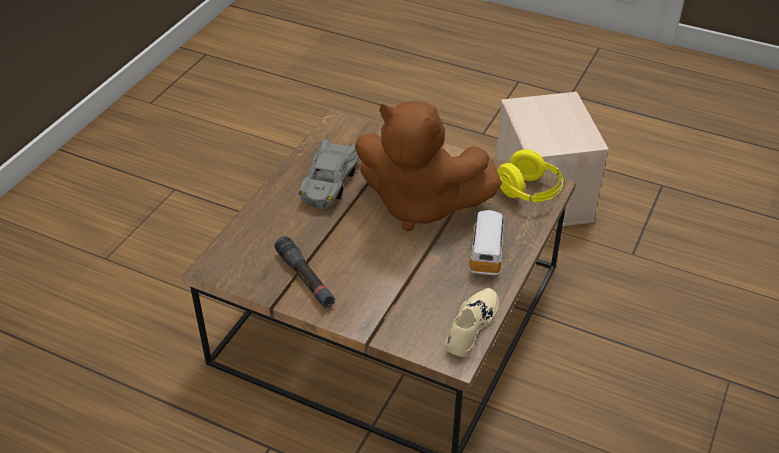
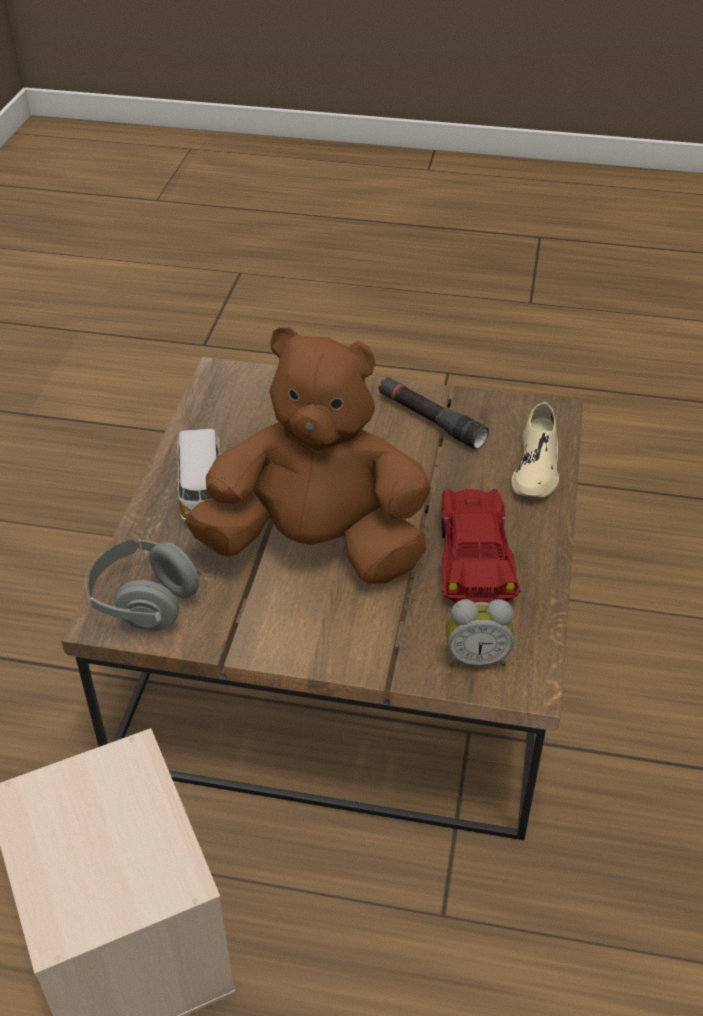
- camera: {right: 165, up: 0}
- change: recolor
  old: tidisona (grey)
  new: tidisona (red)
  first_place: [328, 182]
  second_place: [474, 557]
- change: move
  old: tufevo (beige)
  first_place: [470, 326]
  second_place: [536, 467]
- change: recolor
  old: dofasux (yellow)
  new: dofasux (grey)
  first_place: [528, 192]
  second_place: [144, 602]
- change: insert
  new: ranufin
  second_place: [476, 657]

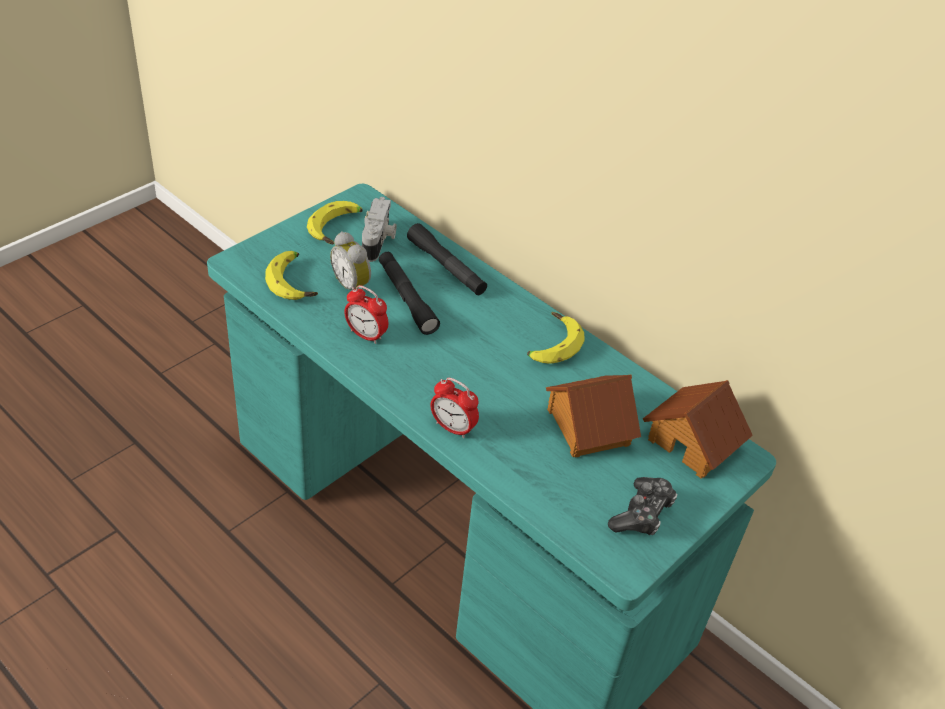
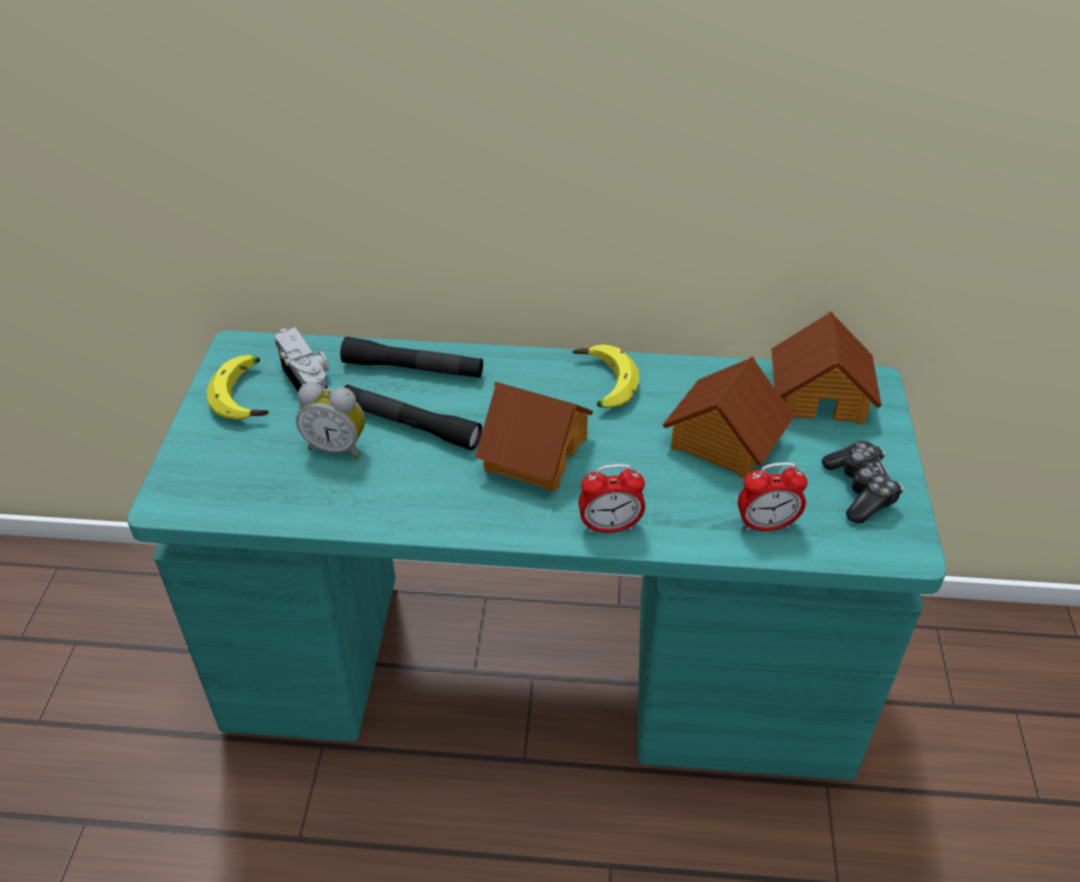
- camera: {right: -35, up: 0}
- change: delete
  old: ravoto
  first_place: [295, 282]
- change: move
  old: ranufin
  first_place: [366, 335]
  second_place: [766, 525]
- change: insert
  new: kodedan
  second_place: [534, 453]

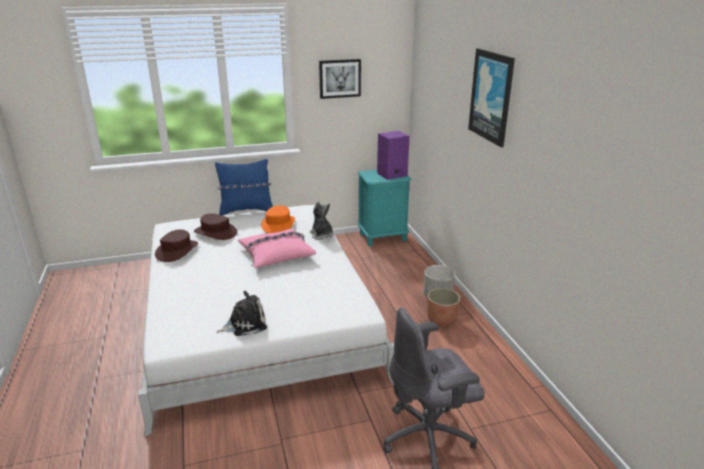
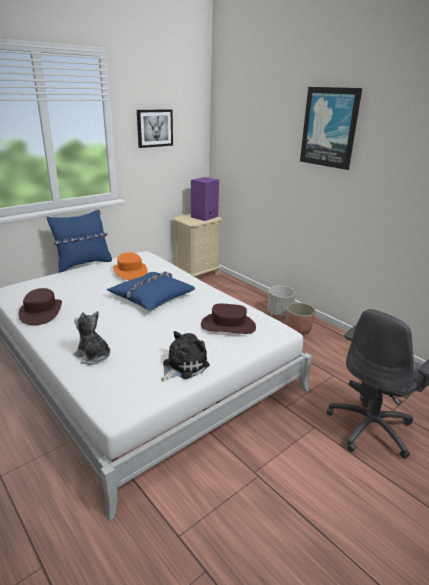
- camera: {right: -25, up: 0}
- change: move
  old: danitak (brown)
  first_place: [216, 232]
  second_place: [228, 325]
- change: recolor
  old: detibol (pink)
  new: detibol (blue)
  first_place: [276, 254]
  second_place: [151, 296]
- change: move
  old: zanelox
  first_place: [322, 235]
  second_place: [93, 356]
- change: recolor
  old: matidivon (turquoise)
  new: matidivon (beige)
  first_place: [383, 237]
  second_place: [197, 275]

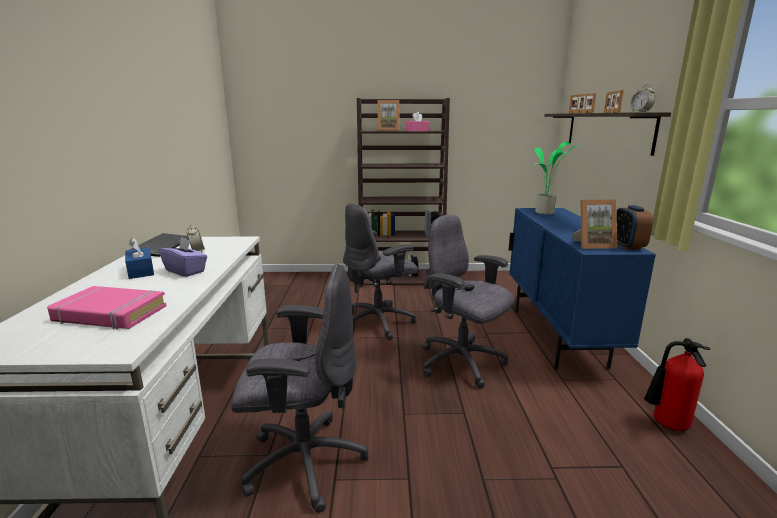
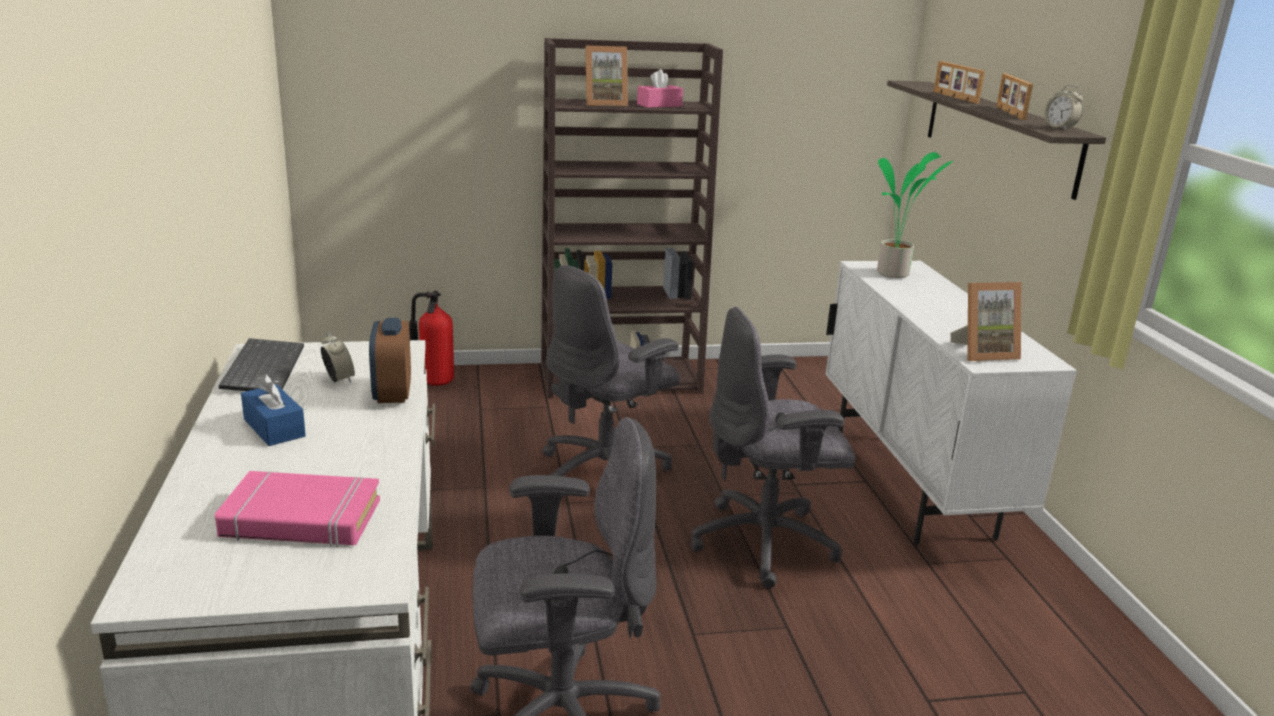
- camera: {right: -10, up: 5}
- change: delete
  old: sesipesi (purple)
  first_place: [186, 271]
- change: rotate
  old: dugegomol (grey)
  first_place: [462, 363]
  second_place: [766, 543]
  degrees: -45
- change: recolor
  old: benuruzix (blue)
  new: benuruzix (white)
  first_place: [557, 337]
  second_place: [910, 487]
- change: move
  old: ranufin
  first_place: [627, 246]
  second_place: [392, 394]
- change: move
  old: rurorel
  first_place: [666, 425]
  second_place: [432, 383]

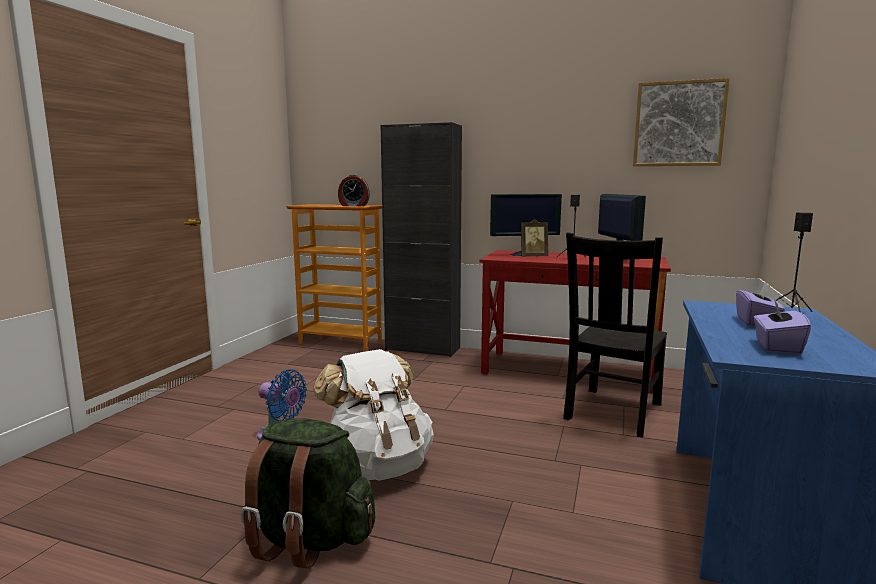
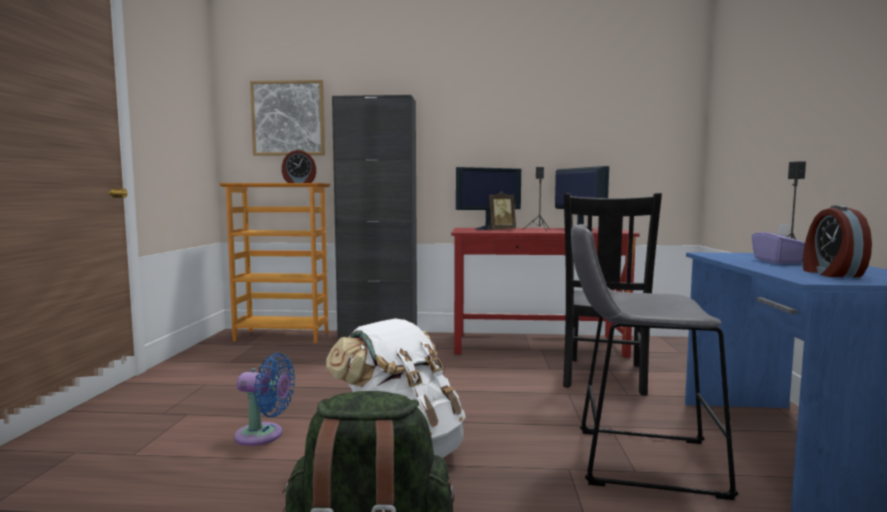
- camera: {right: -15, up: -5}
- change: move
  old: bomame
  first_place: [678, 124]
  second_place: [288, 118]
- change: replace
  old: sesipesi (purple)
  new: ranufin
  first_place: [776, 347]
  second_place: [830, 273]
- change: insert
  new: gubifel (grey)
  second_place: [638, 460]

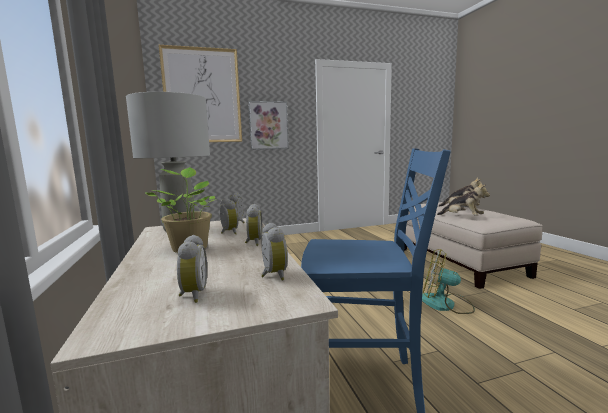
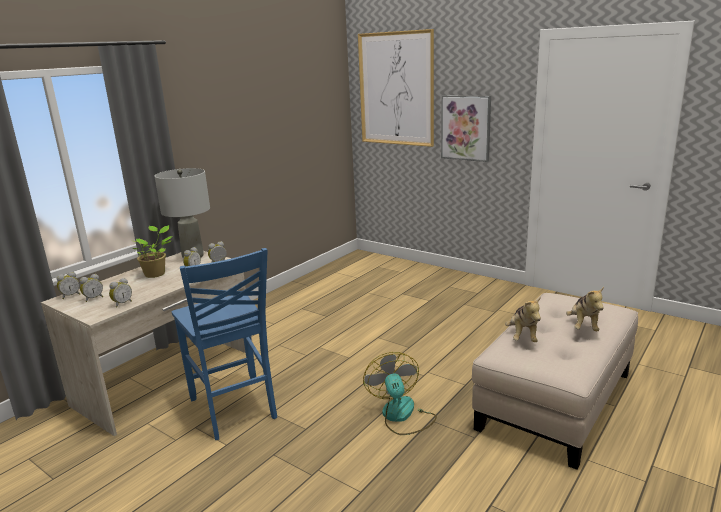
- camera: {right: 55, up: 10}
- change: move
  old: ranufin
  first_place: [253, 242]
  second_place: [70, 296]

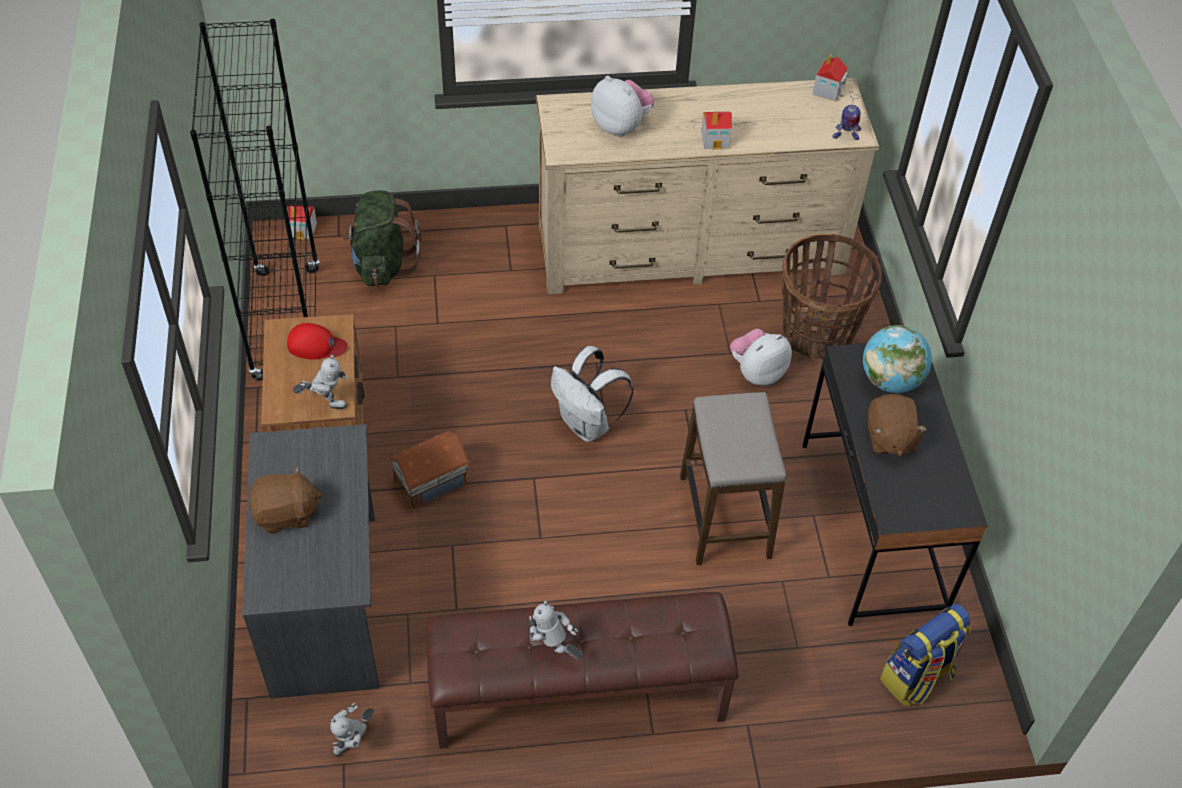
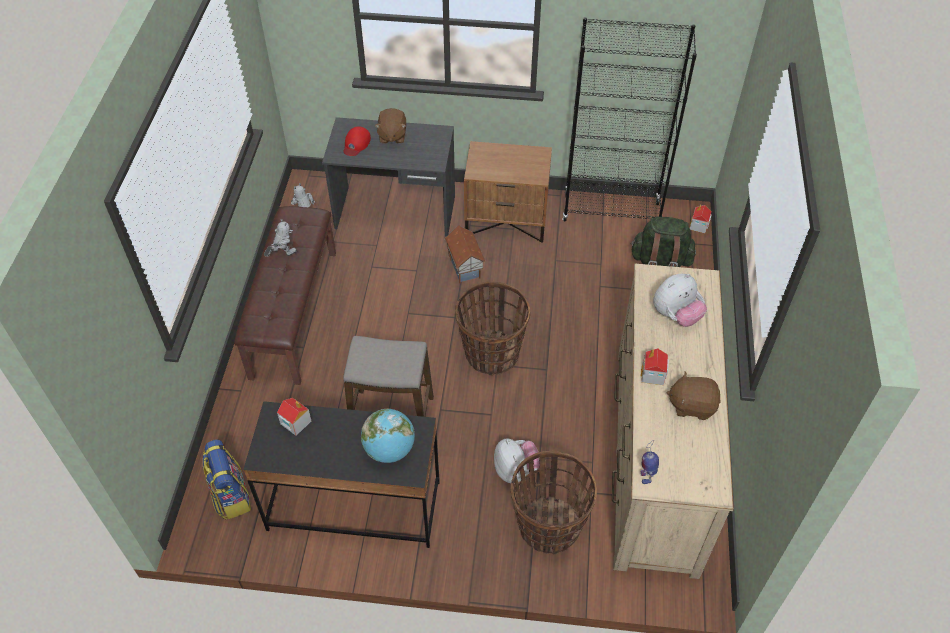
- camera: {right: 105, up: 0}
- change: move
  old: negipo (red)
  first_place: [316, 345]
  second_place: [356, 143]
- change: delete
  old: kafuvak
  first_place: [326, 402]
- change: replace
  old: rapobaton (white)
  new: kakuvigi
  first_place: [587, 424]
  second_place: [491, 354]
- change: move
  old: kodedan
  first_place: [828, 91]
  second_place: [295, 422]
- change: move
  old: zanelox (brown)
  first_place: [889, 438]
  second_place: [692, 405]

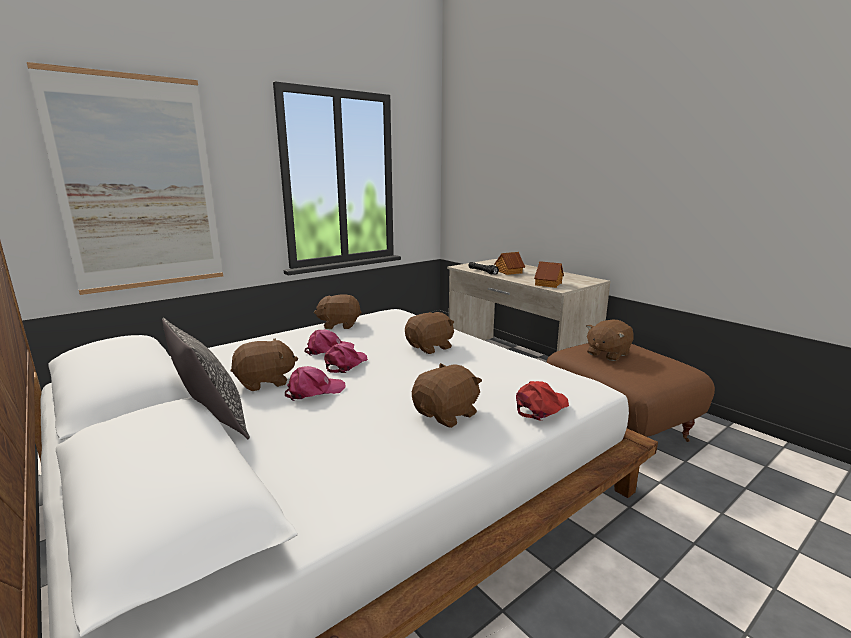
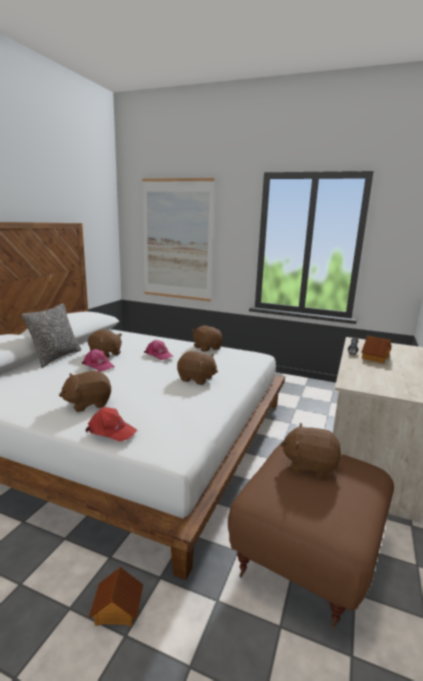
- camera: {right: 60, up: 0}
- change: delete
  old: negipo (pink)
  first_place: [345, 364]
- change: rotate
  old: zanelox (brown)
  first_place: [447, 414]
  second_place: [88, 403]
  degrees: 135
- change: move
  old: kodedan
  first_place: [549, 284]
  second_place: [117, 609]

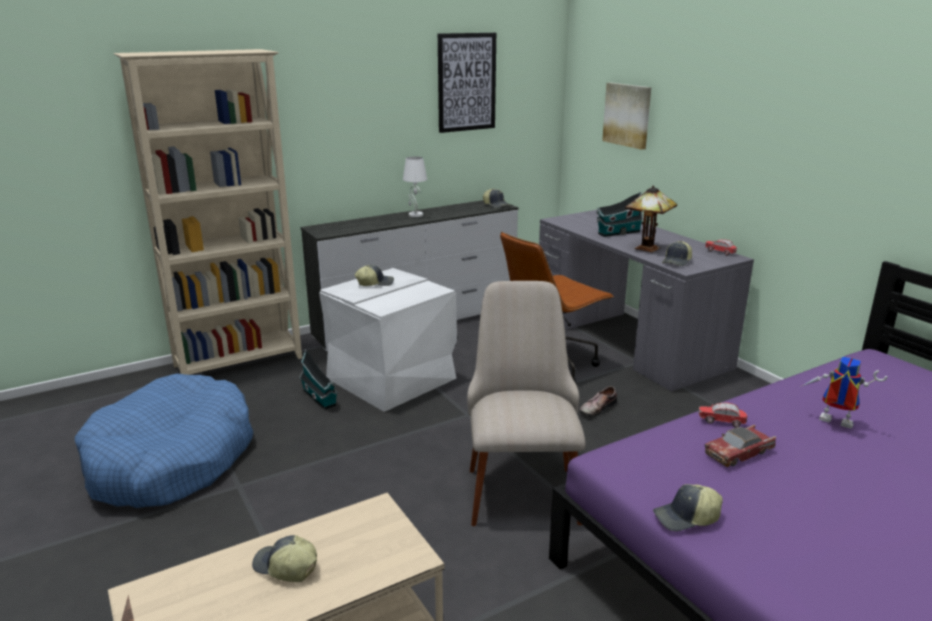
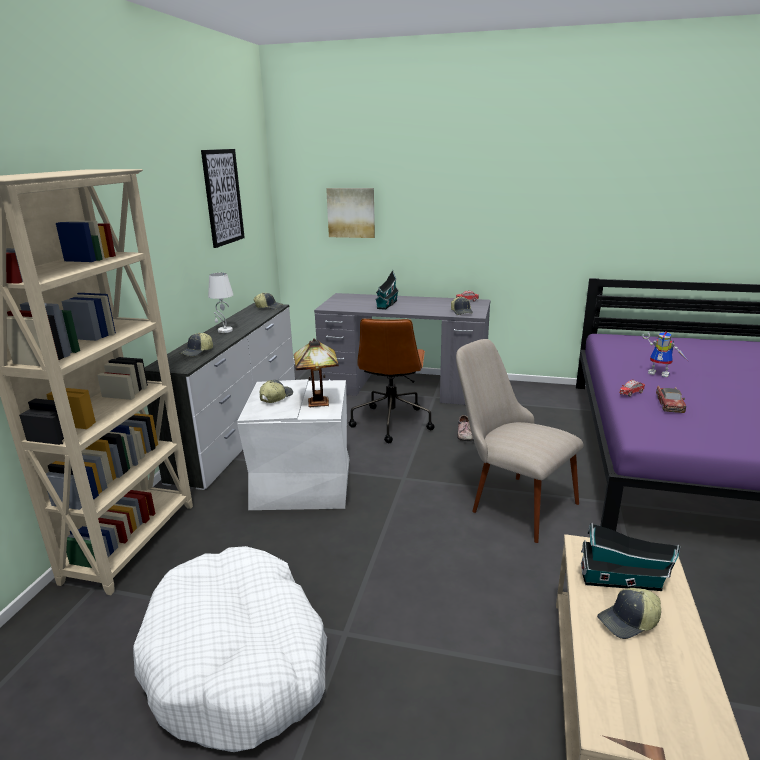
- camera: {right: -45, up: 0}
- change: recolor
  old: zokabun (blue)
  new: zokabun (white)
  first_place: [171, 460]
  second_place: [238, 661]
- change: move
  old: kodedan
  first_place: [320, 398]
  second_place: [624, 581]
- change: move
  old: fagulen
  first_place: [647, 249]
  second_place: [319, 403]
- change: move
  old: negipo
  first_place: [686, 518]
  second_place: [197, 352]
- change: rotate
  old: kafuvak
  first_place: [832, 423]
  second_place: [660, 373]
  degrees: -135

